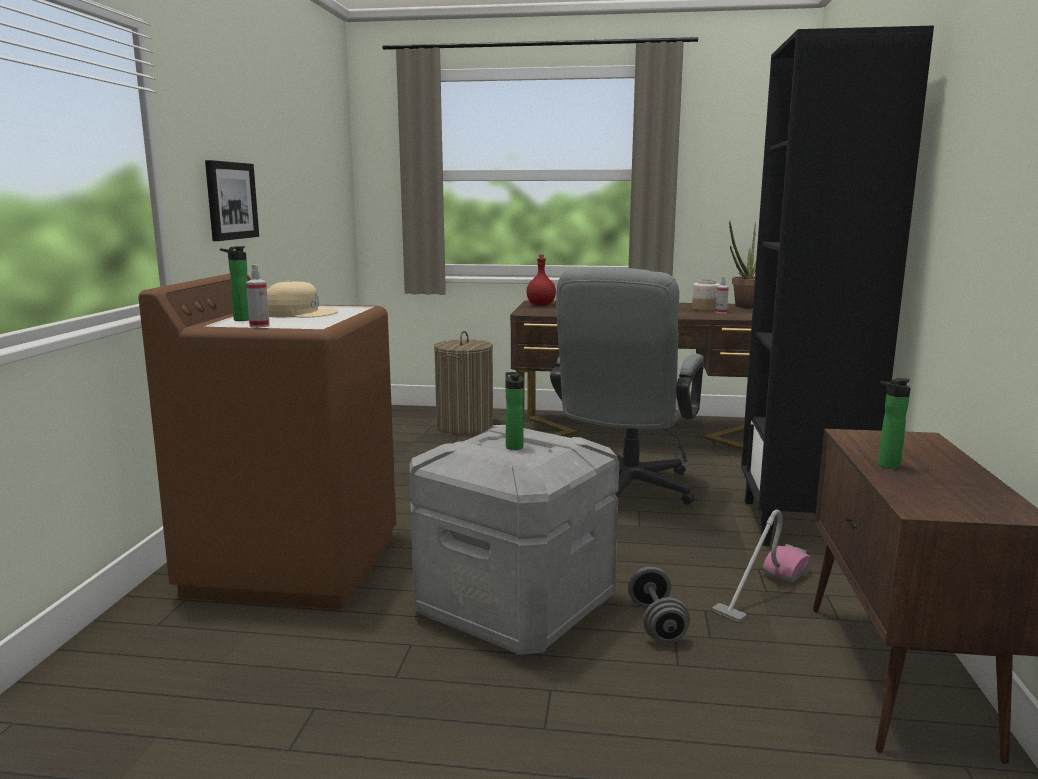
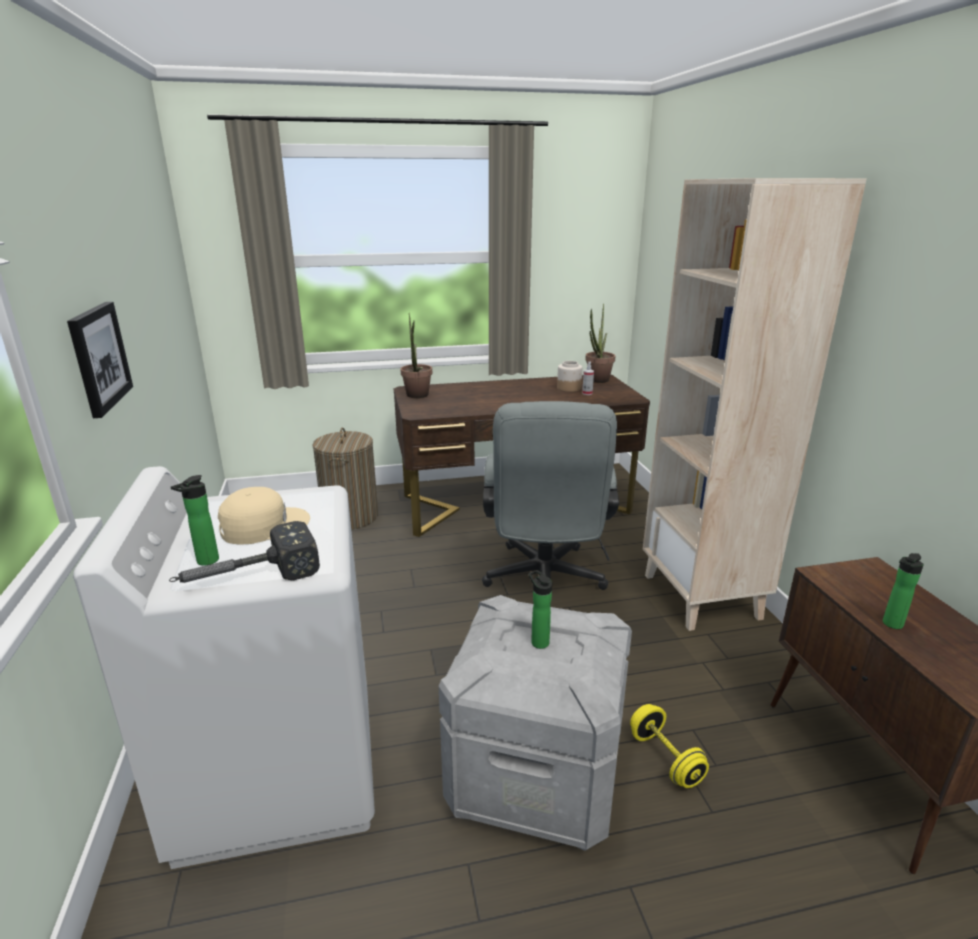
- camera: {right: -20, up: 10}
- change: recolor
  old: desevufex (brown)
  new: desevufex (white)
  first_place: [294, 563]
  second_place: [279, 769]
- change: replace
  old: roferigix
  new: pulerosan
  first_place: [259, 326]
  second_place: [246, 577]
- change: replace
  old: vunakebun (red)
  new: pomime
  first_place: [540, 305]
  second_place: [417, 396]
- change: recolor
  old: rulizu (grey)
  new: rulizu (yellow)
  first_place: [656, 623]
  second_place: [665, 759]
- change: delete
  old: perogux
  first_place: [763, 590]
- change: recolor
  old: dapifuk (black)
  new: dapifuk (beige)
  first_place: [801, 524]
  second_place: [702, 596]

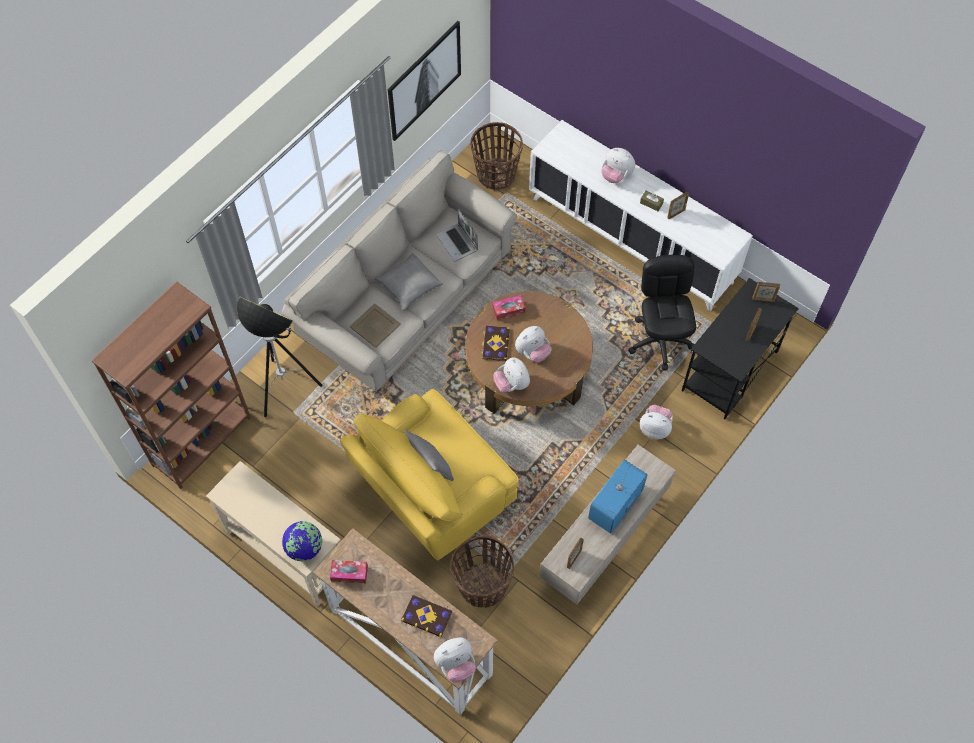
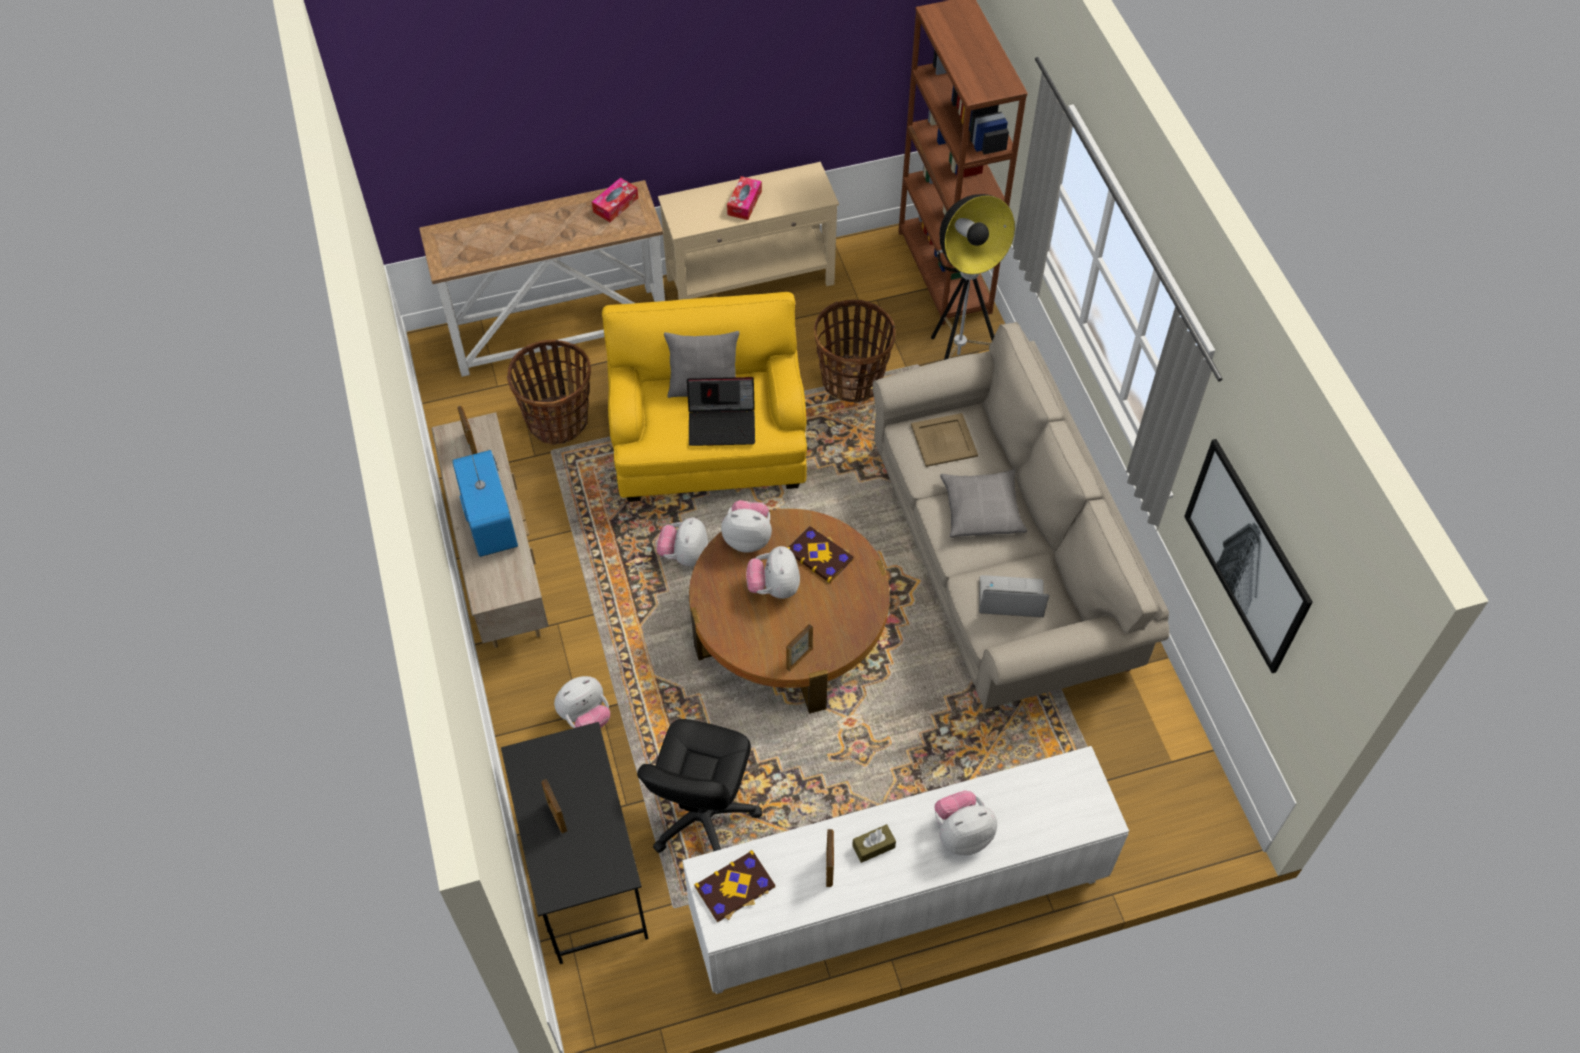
- camera: {right: 125, up: -5}
- change: delete
  old: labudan
  first_place: [305, 548]
- change: move
  old: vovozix
  first_place: [427, 616]
  second_place: [735, 888]
- change: move
  old: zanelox
  first_place: [455, 664]
  second_place: [684, 555]
- change: move
  old: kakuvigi
  first_place: [496, 175]
  second_place: [852, 380]
- change: move
  old: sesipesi
  first_place: [508, 310]
  second_place: [744, 203]
- change: rotate
  old: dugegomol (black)
  first_place: [660, 341]
  second_place: [702, 816]
  degrees: 75
- change: move
  old: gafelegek
  first_place: [763, 300]
  second_place: [799, 659]
- change: insert
  new: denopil
  second_place: [723, 424]

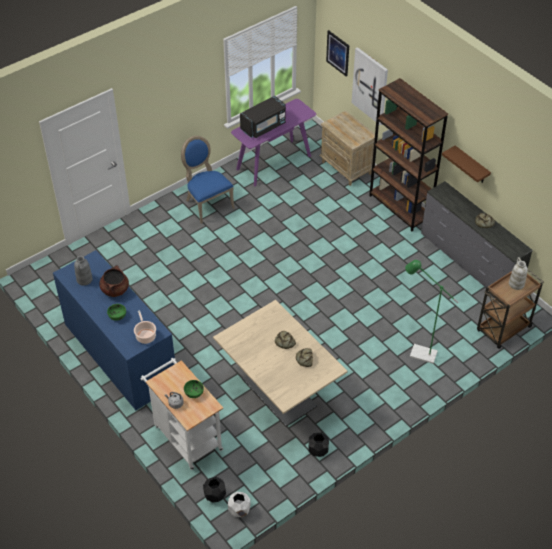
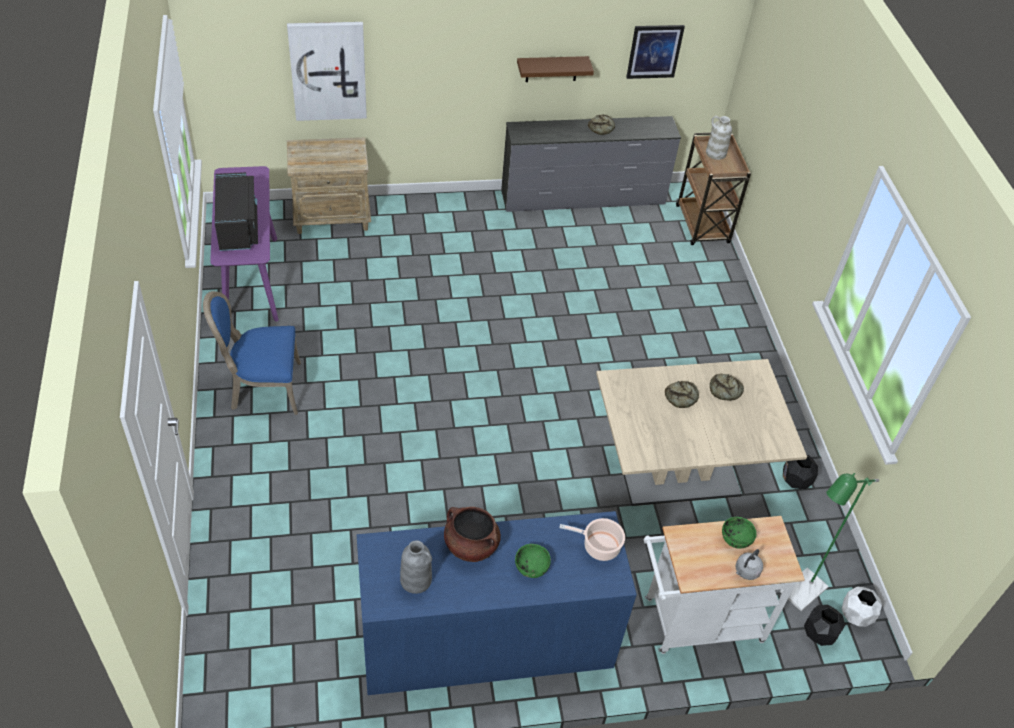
- camera: {right: -65, up: 0}
- change: move
  old: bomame
  first_place: [338, 53]
  second_place: [654, 51]
- change: delete
  old: dapifuk (brown)
  first_place: [400, 208]
- change: move
  old: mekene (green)
  first_place: [418, 353]
  second_place: [798, 595]

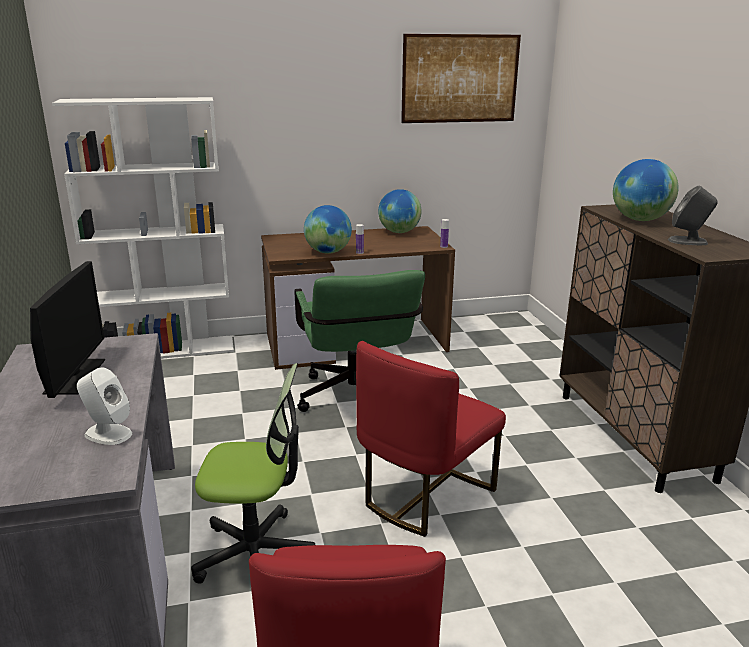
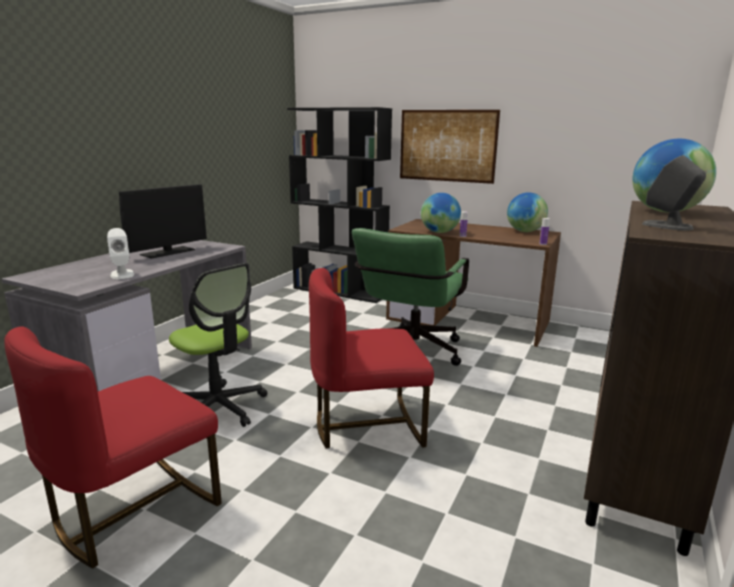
- camera: {right: 40, up: -5}
- change: recolor
  old: dapifuk (white)
  new: dapifuk (black)
  first_place: [168, 350]
  second_place: [340, 291]
- change: move
  old: bomame
  first_place: [460, 79]
  second_place: [447, 146]

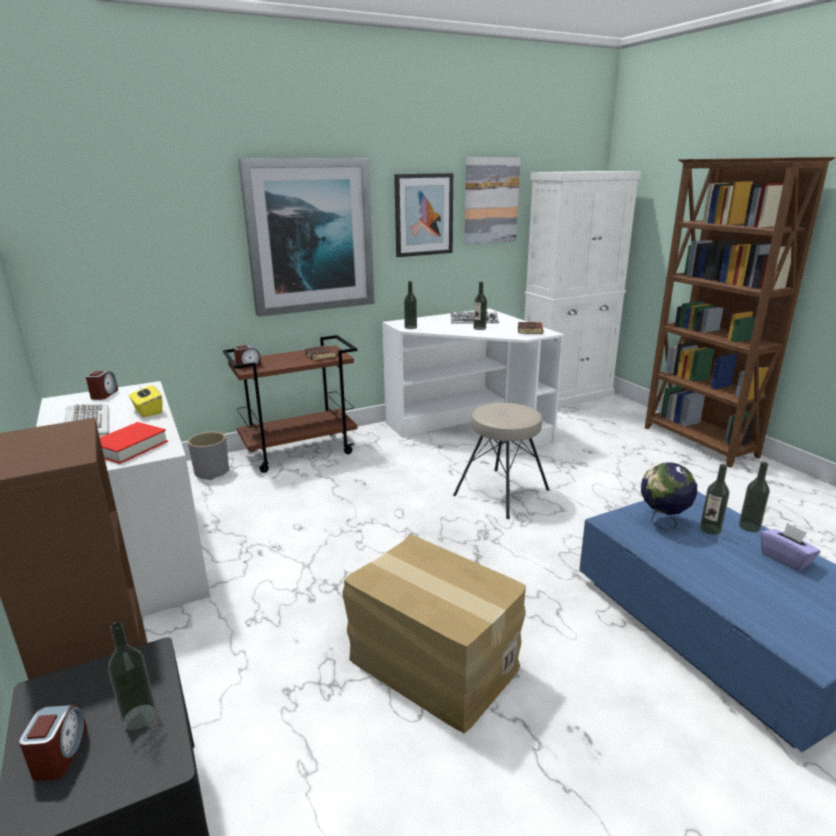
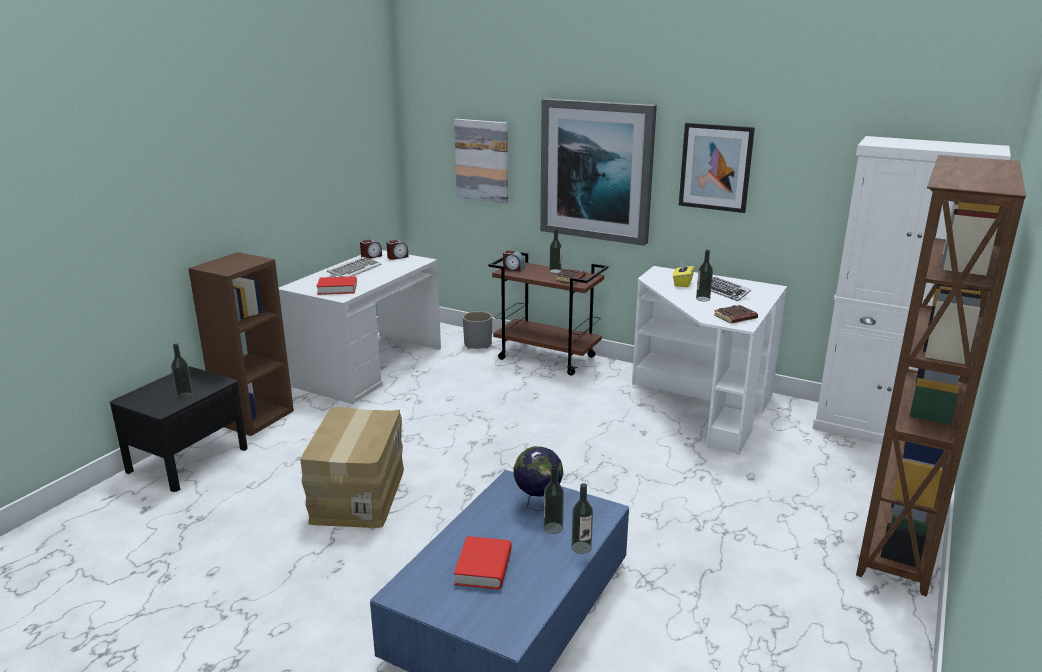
- camera: {right: 55, up: 0}
- change: move
  old: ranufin
  first_place: [60, 754]
  second_place: [371, 256]
- change: move
  old: sesipesi (yellow)
  first_place: [148, 411]
  second_place: [682, 283]
- change: move
  old: vunakebun
  first_place: [410, 327]
  second_place: [555, 271]
- change: delete
  old: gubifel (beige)
  first_place: [502, 492]
- change: move
  old: bomame
  first_place: [490, 200]
  second_place: [482, 160]
- change: delete
  old: sesipesi (purple)
  first_place: [785, 559]
- change: insert
  new: vovozix (red)
  second_place: [483, 567]

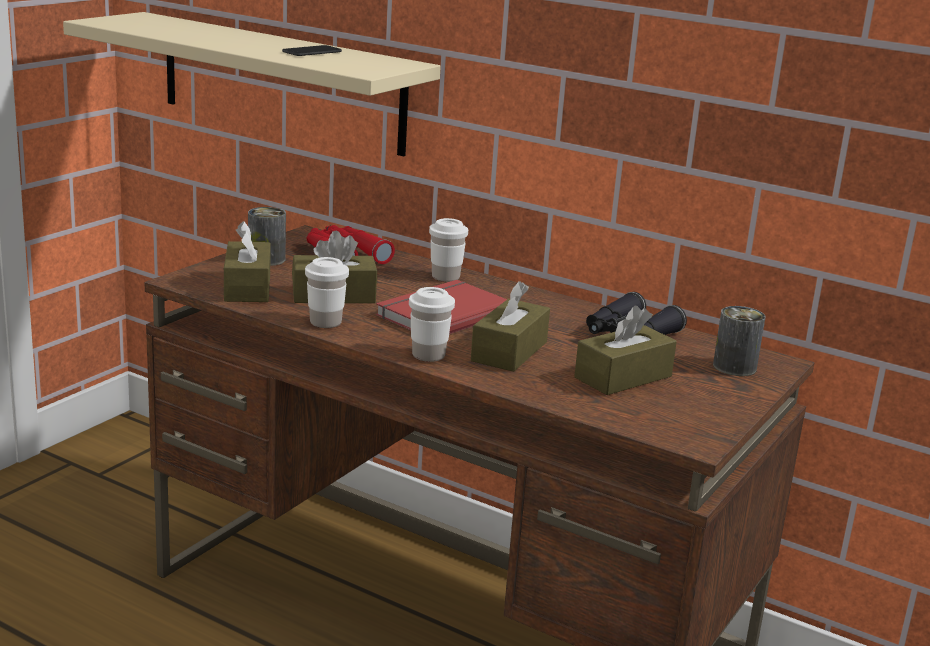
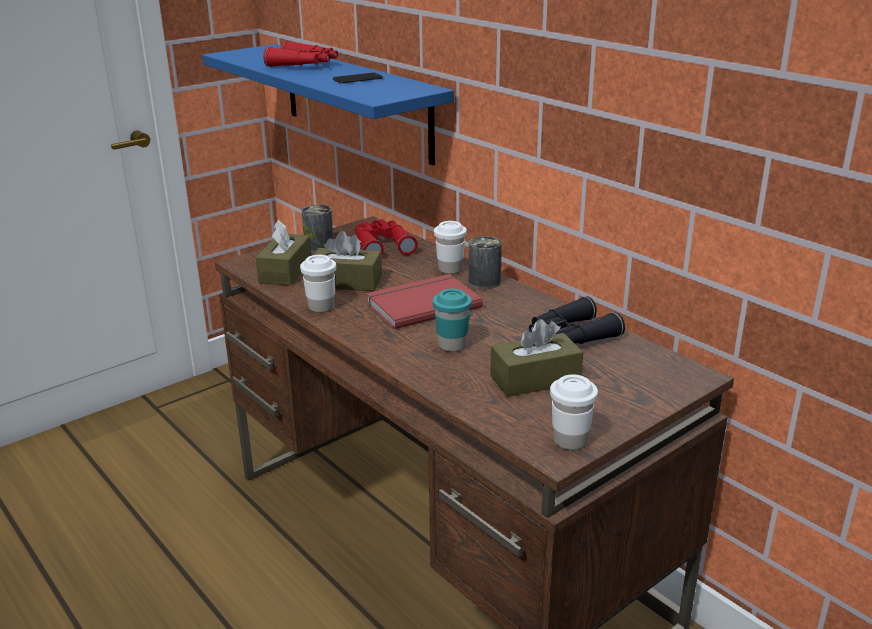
- camera: {right: 20, up: 5}
- change: recolor
  old: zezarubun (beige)
  new: zezarubun (blue)
  first_place: [281, 82]
  second_place: [355, 101]
- change: move
  old: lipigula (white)
  first_place: [428, 355]
  second_place: [570, 441]
- change: replace
  old: sesipesi (brown)
  new: lipigula (turquoise)
  first_place: [509, 351]
  second_place: [452, 345]
- change: move
  old: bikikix
  first_place: [734, 367]
  second_place: [484, 282]
- change: insert
  new: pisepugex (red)
  second_place: [305, 65]

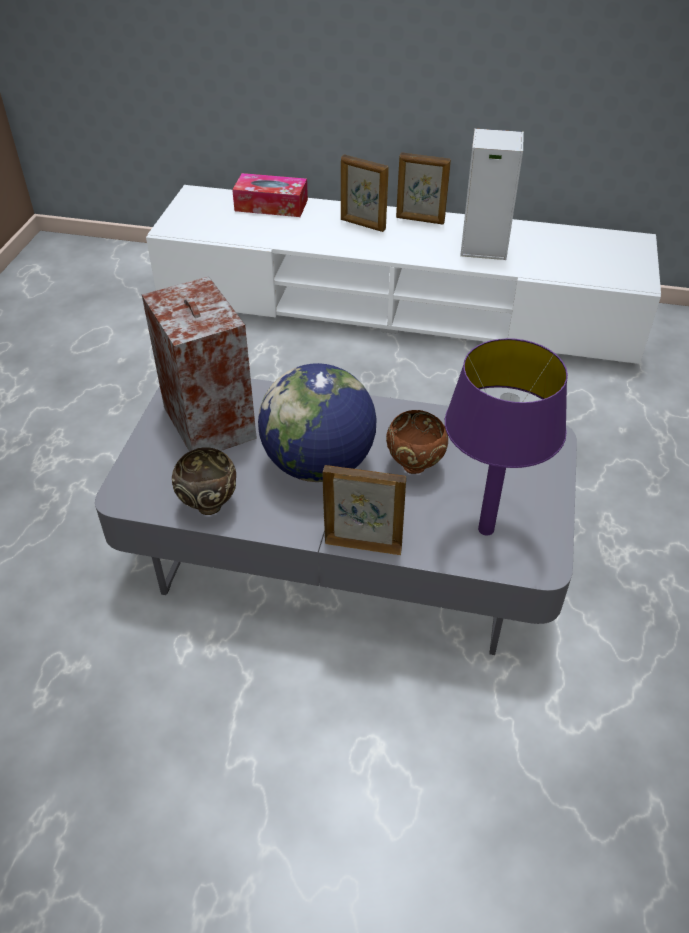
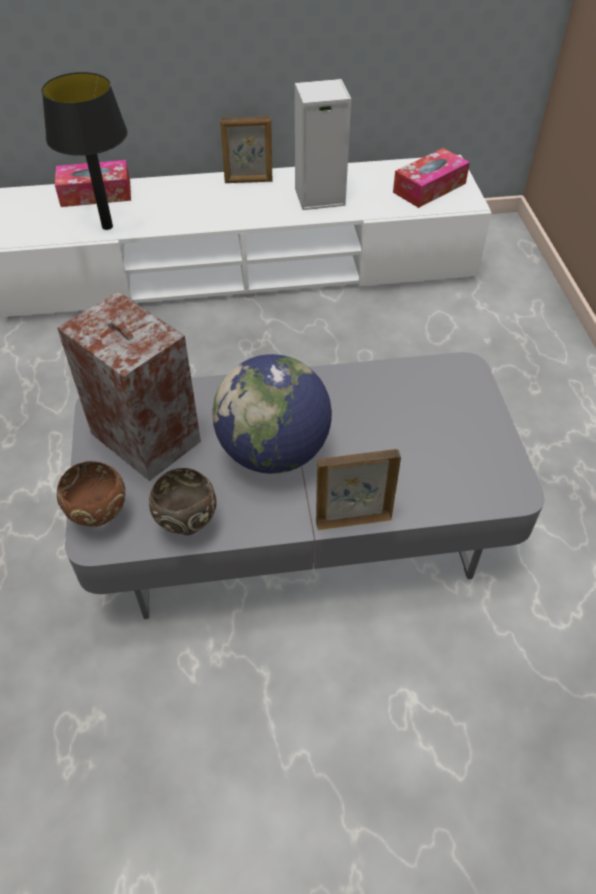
- camera: {right: -20, up: 5}
- change: delete
  old: gafelegek
  first_place: [362, 225]
- change: move
  old: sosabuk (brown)
  first_place: [415, 467]
  second_place: [100, 517]
- change: delete
  old: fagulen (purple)
  first_place: [486, 530]
- change: insert
  new: fagulen (black)
  second_place: [106, 226]
- change: insert
  new: sesipesi
  second_place: [429, 188]

